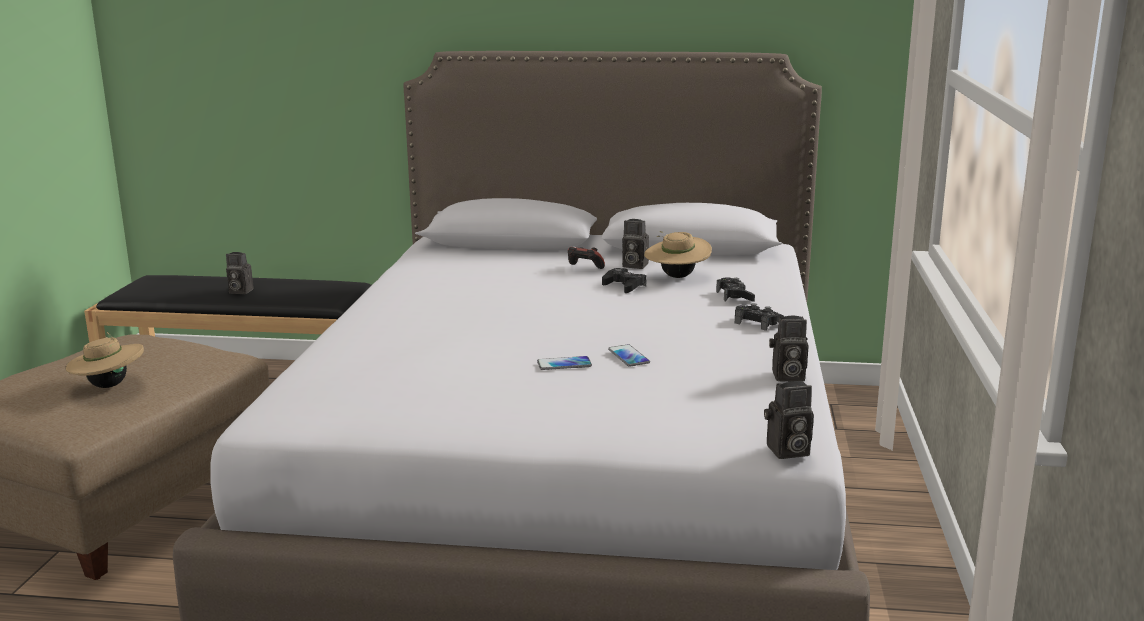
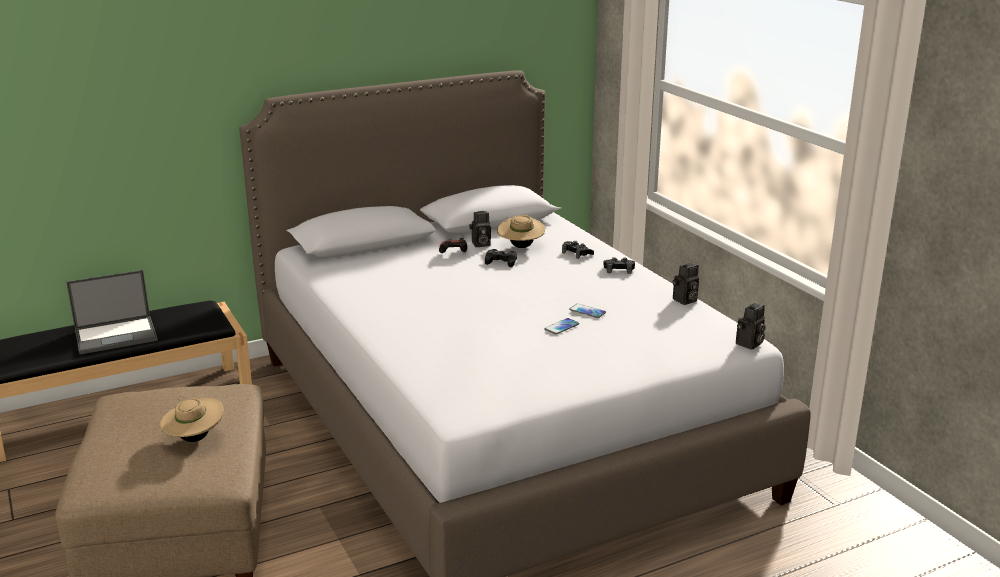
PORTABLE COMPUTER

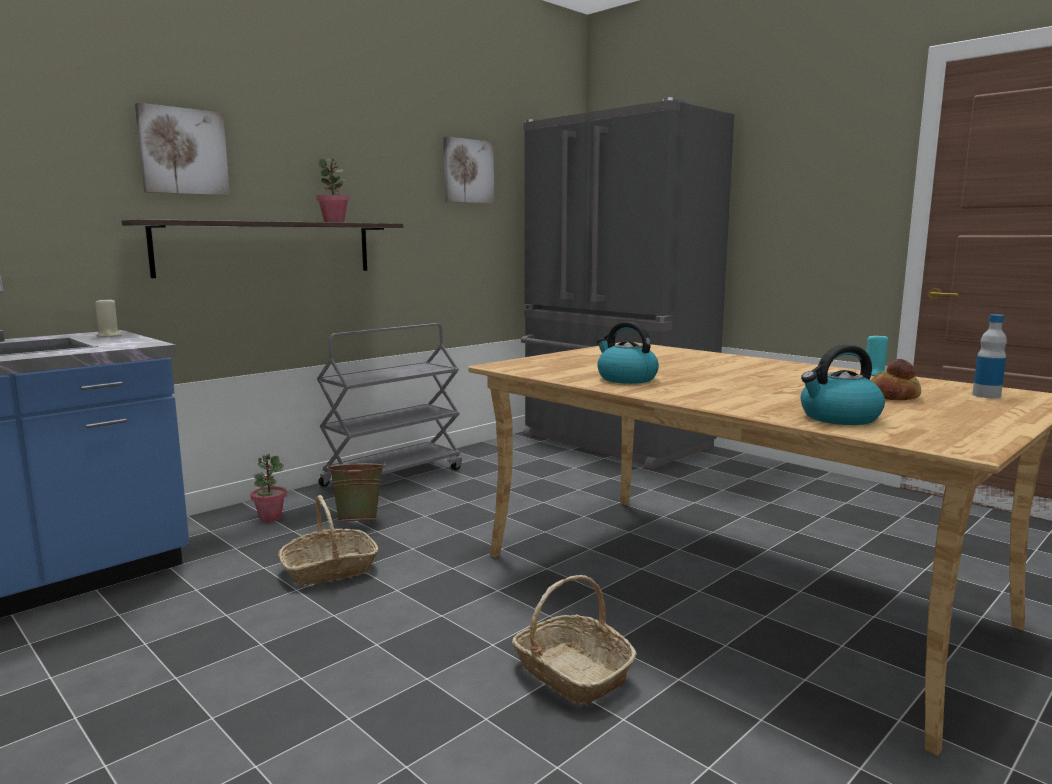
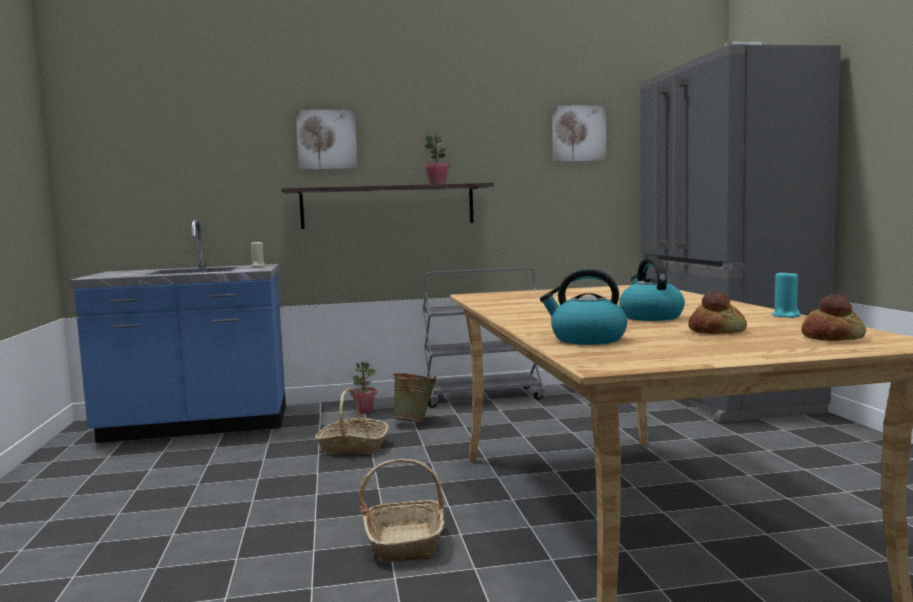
KETTLE (2nd from left)
BREAD (2nd from left)

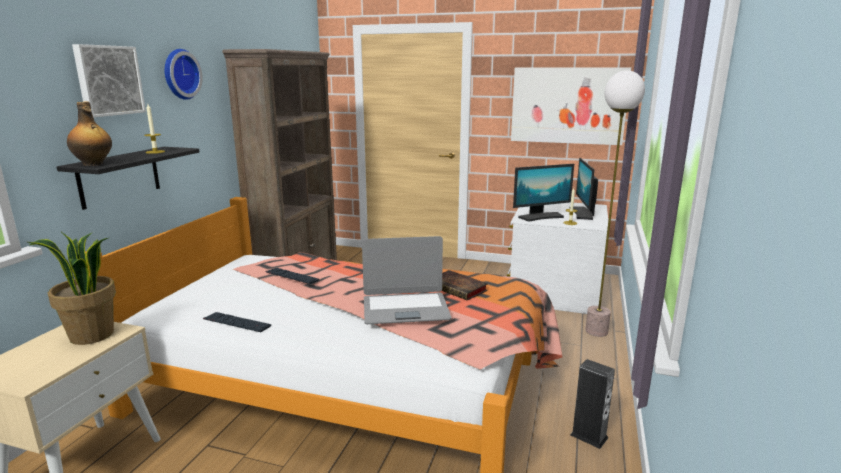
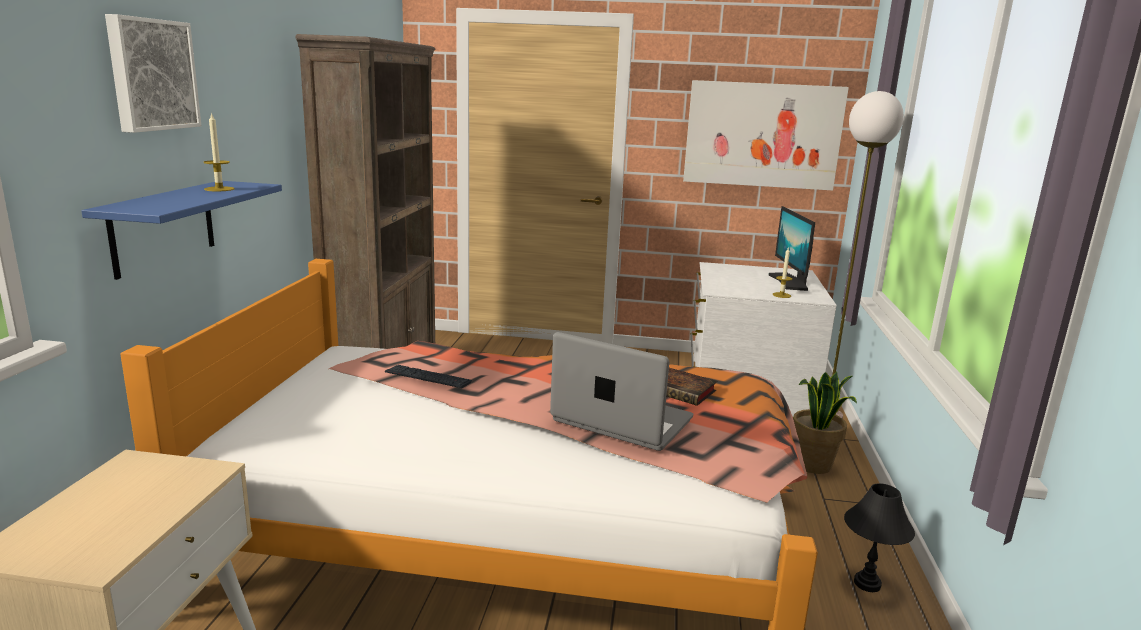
BEVERAGE BOTTLE
CLOCK ON THE WALL
KEYBOARD (1st from left in the first image)
COMPUTER DISPLAY (1st from left in the first image)
POTTED PLANT
BLACK-COLOURED TABLE LAMP
BLUE-COLOURED SHELF
PORTABLE COMPUTER

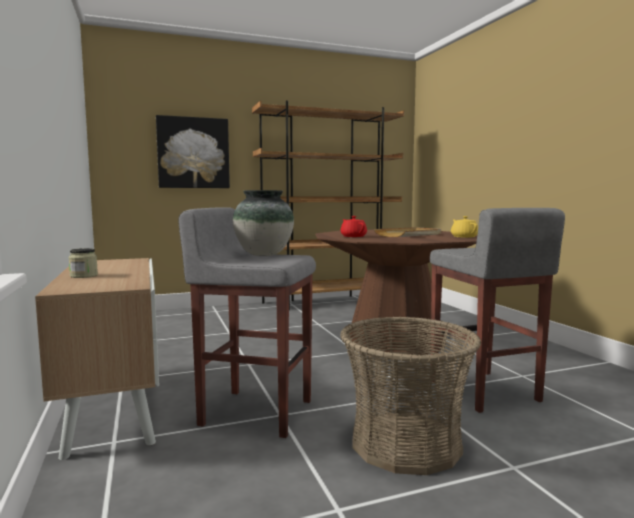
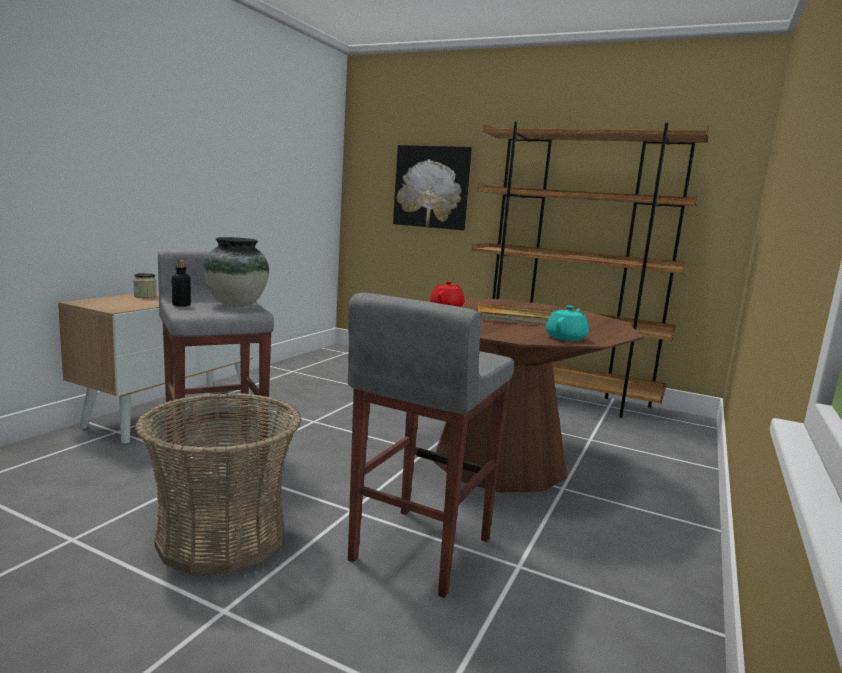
BEVERAGE BOTTLE
TURQUOISE-COLOURED TEAPOT

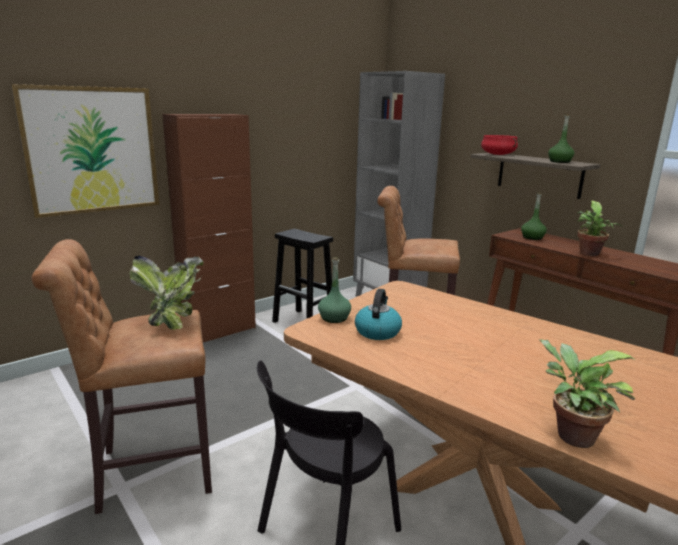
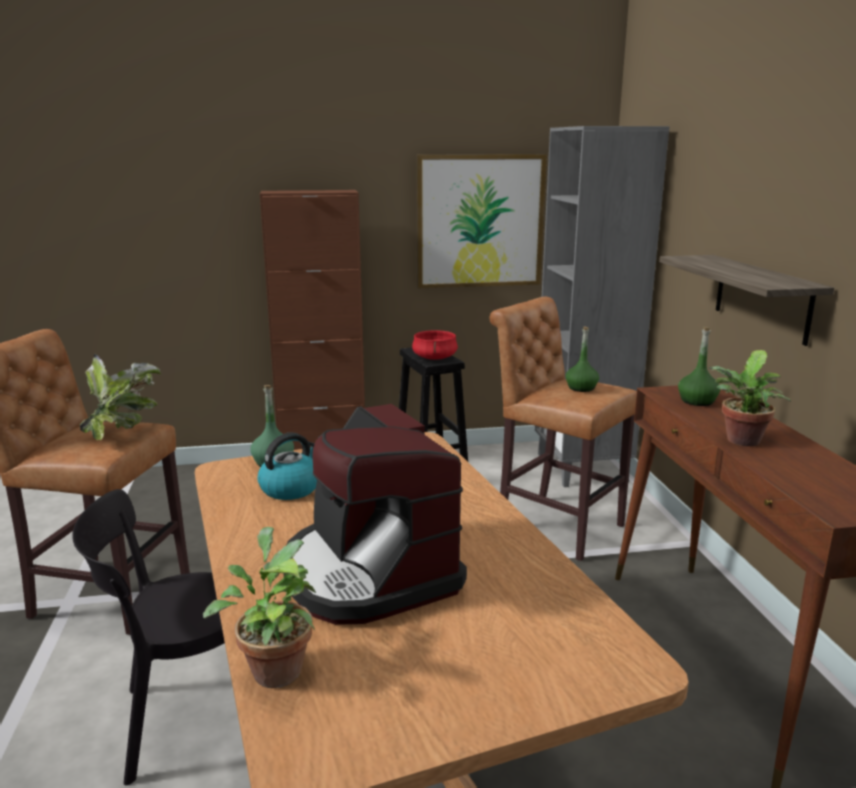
COFFEE MACHINE
WALL ART
REDDISH SAUCEPOT
GREEN BEVERAGE BOTTLE (2nd from left)

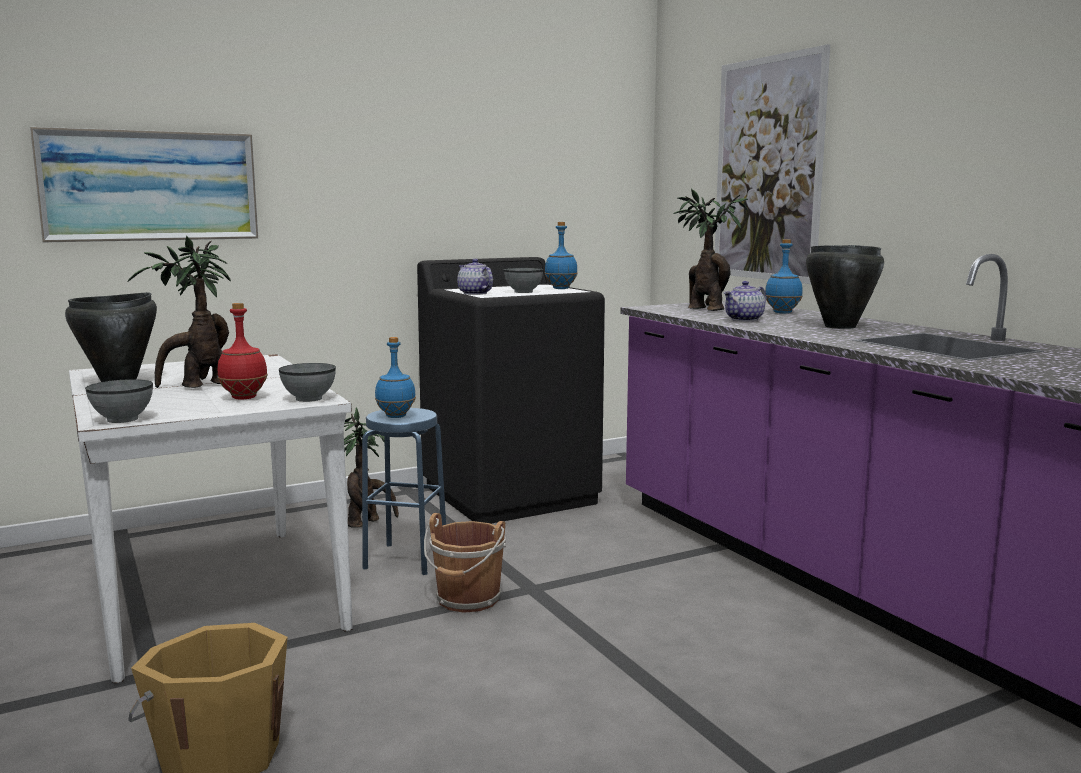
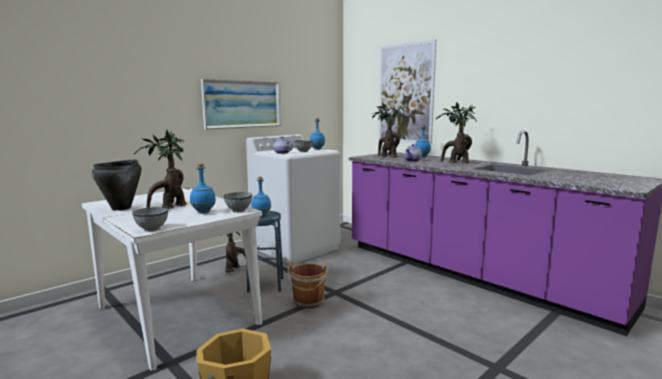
WALL ART (1st from left)
POTTED PLANT (4th from left)
BLUE-COLOURED BEVERAGE BOTTLE (1st from left)
WHITISH WASHING MACHINE

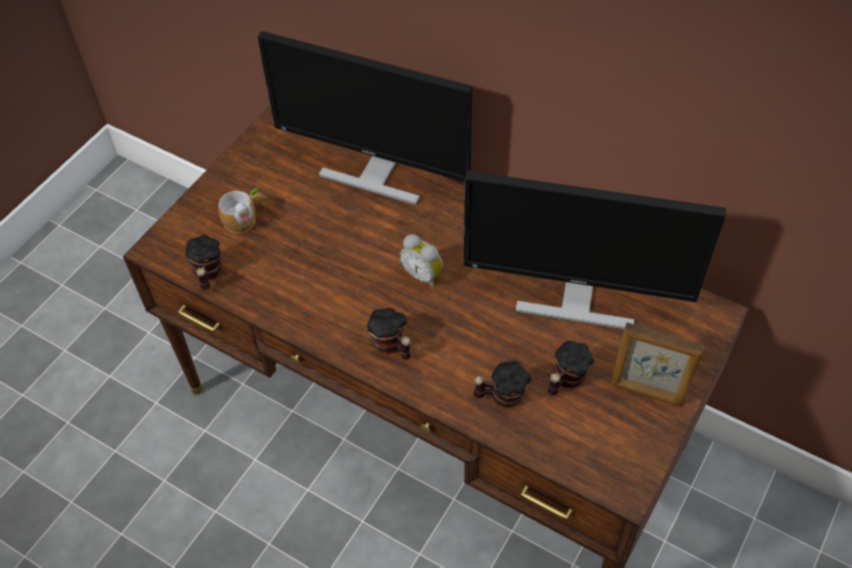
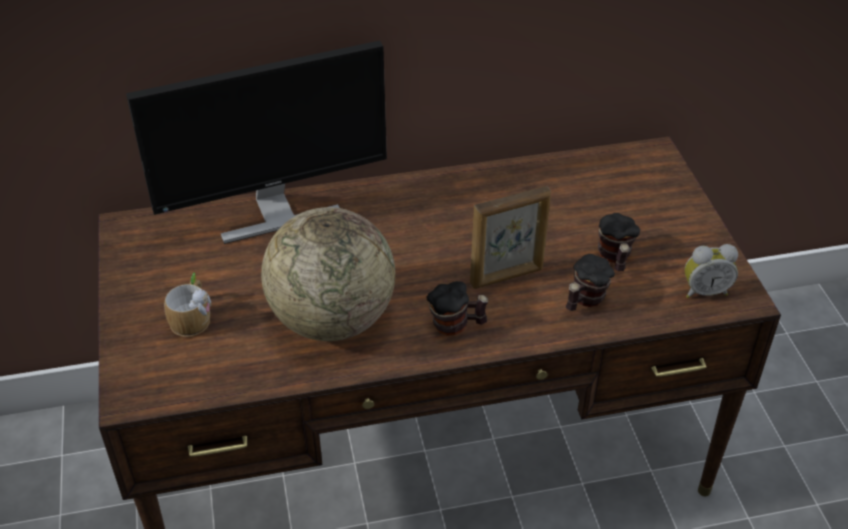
MUG (1st from left in the first image)
COMPUTER DISPLAY (2nd from left in the first image)
WORLD GLOBE
ALARM CLOCK
PHOTO FRAME

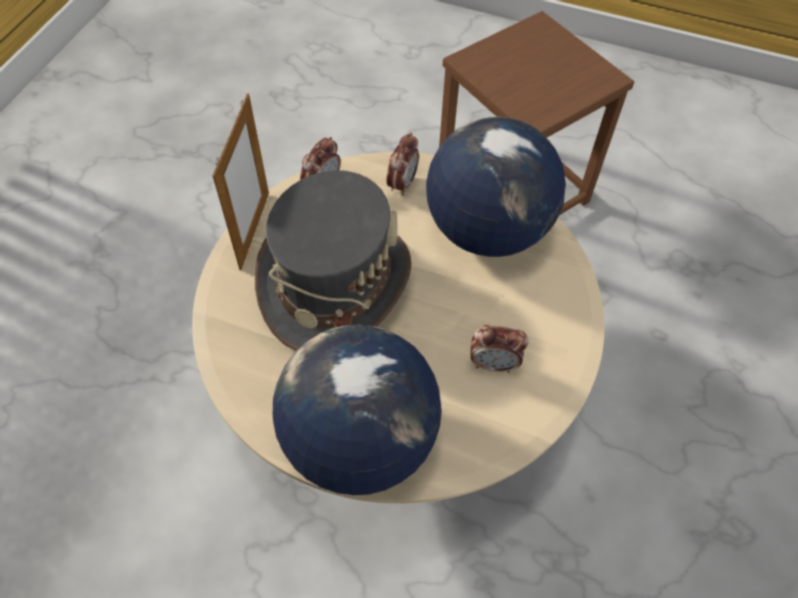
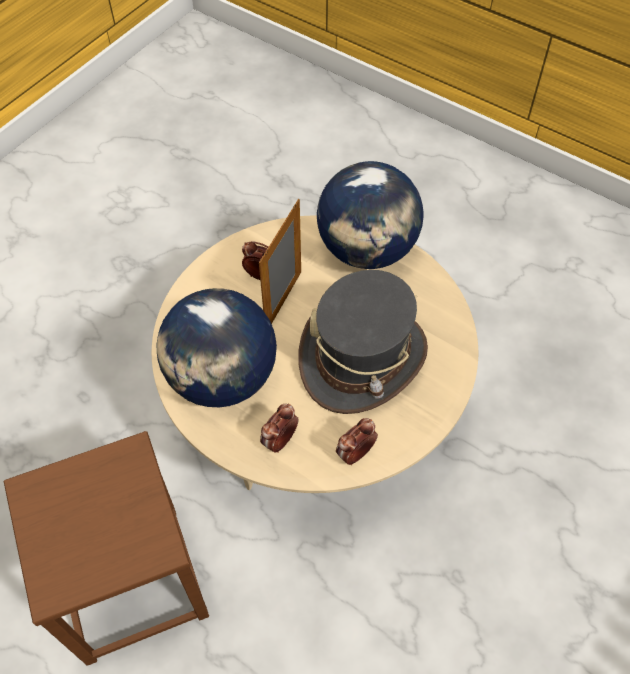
PHOTO FRAME

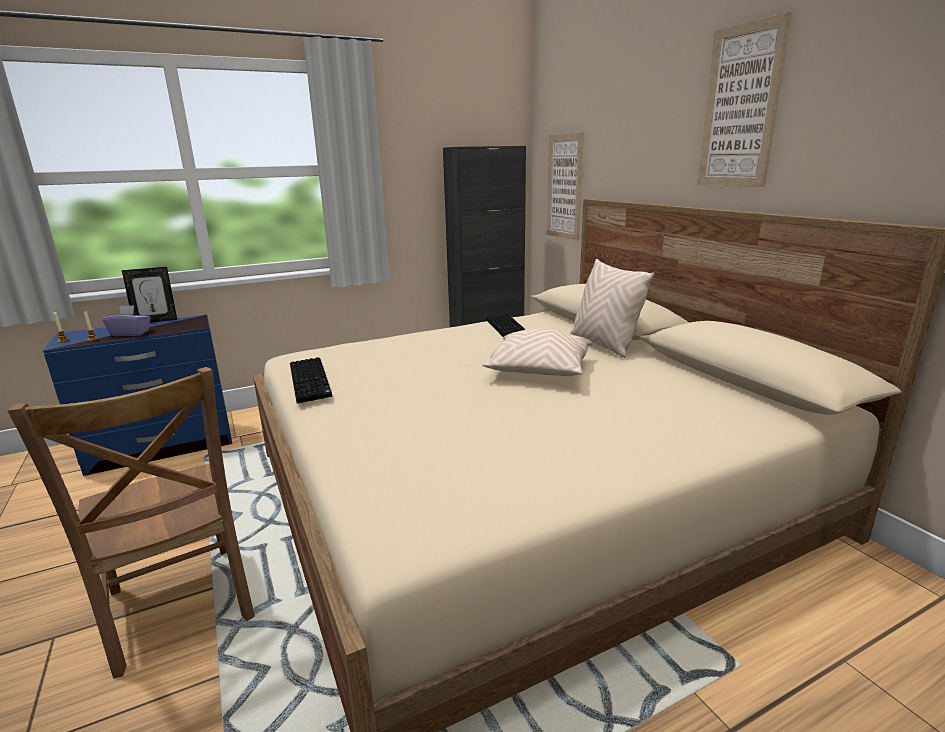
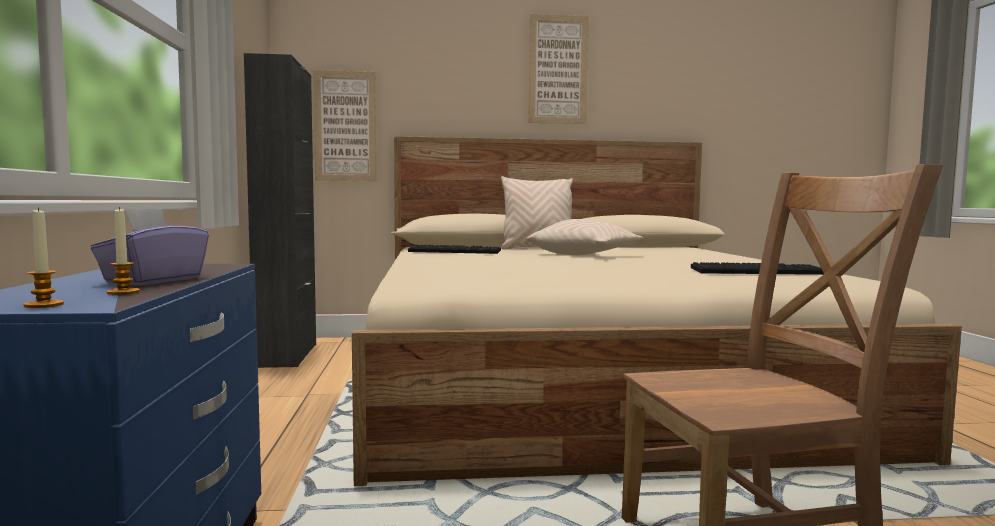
PHOTO FRAME
KEYBOARD (2nd from left)

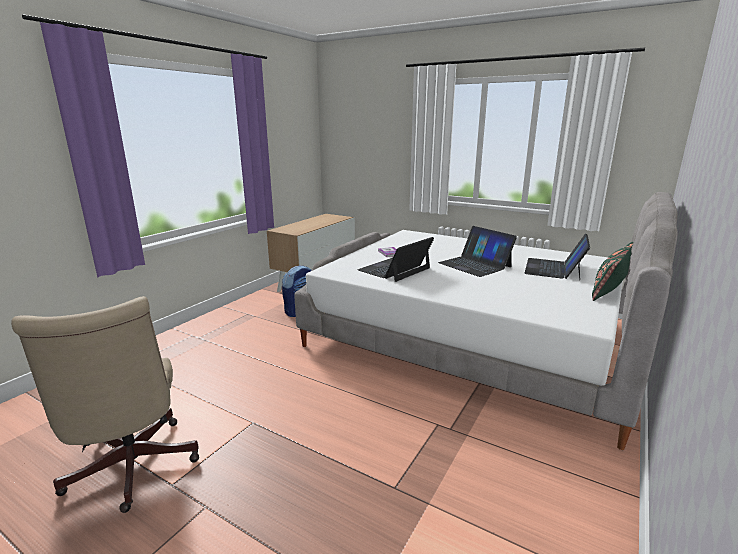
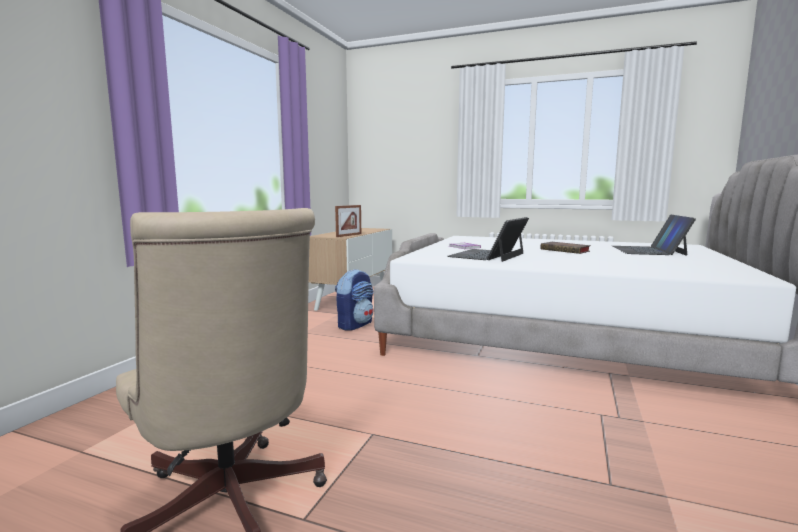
GREEN PILLOW
PHOTO FRAME
VOLUME (2nd from left)

